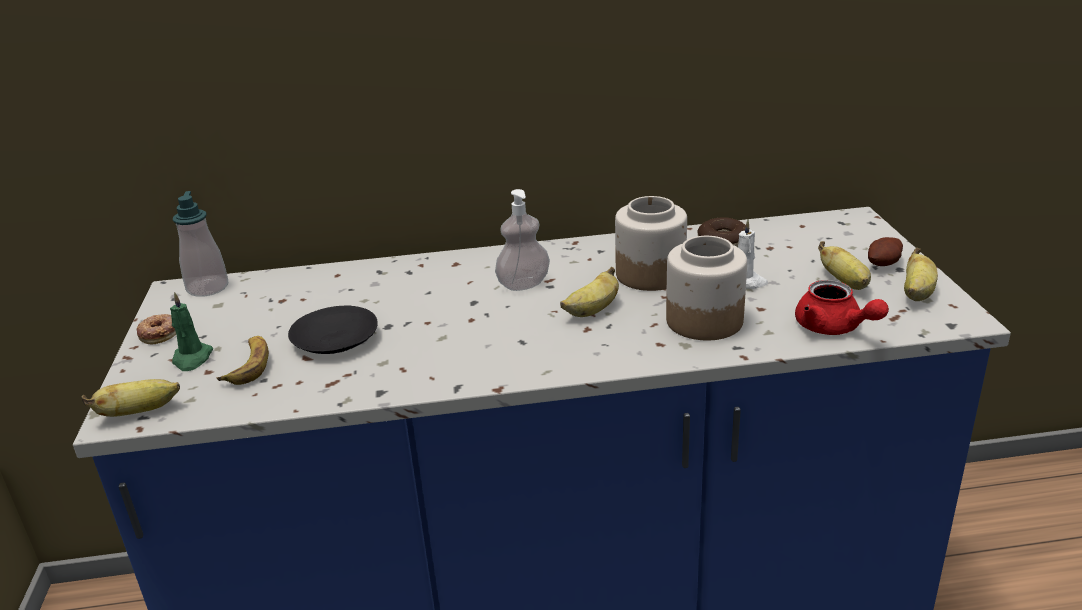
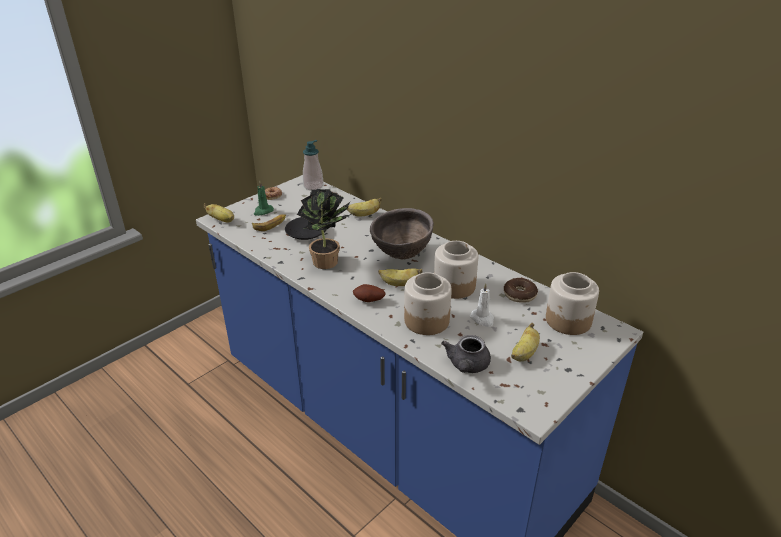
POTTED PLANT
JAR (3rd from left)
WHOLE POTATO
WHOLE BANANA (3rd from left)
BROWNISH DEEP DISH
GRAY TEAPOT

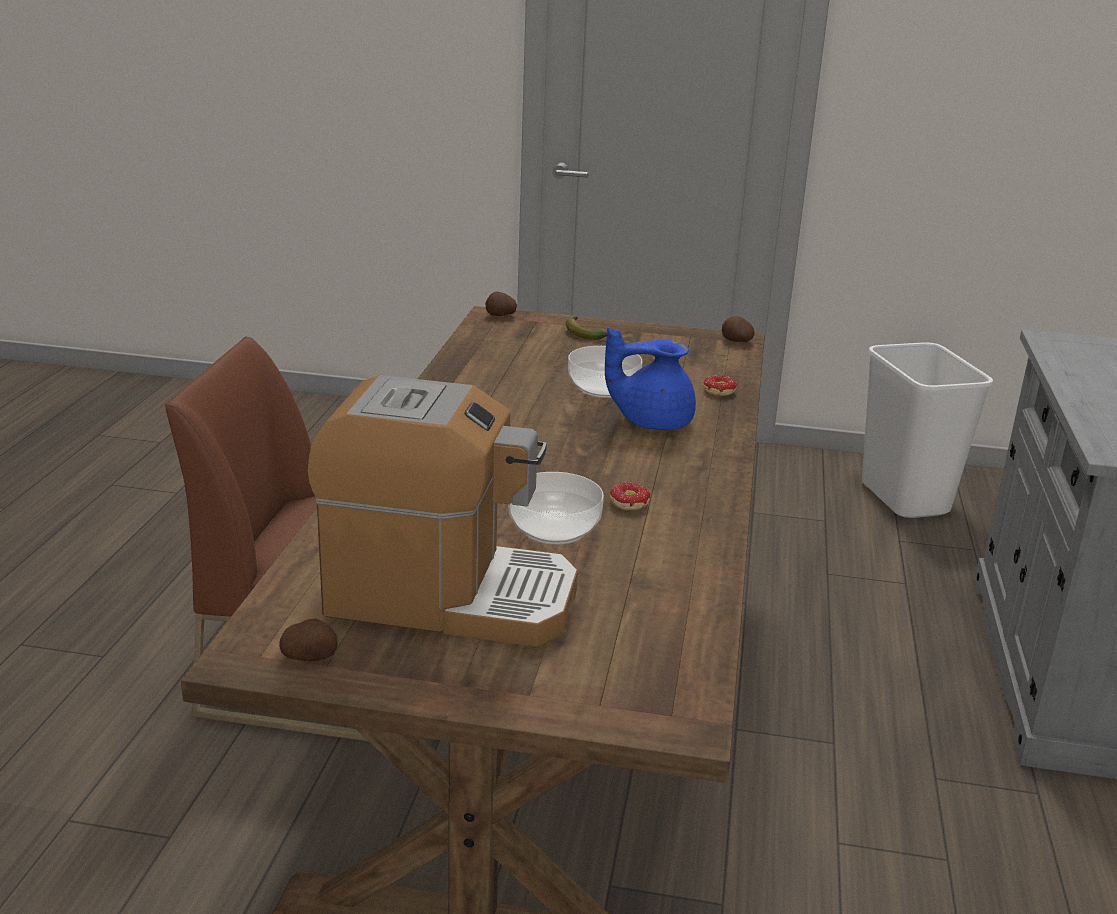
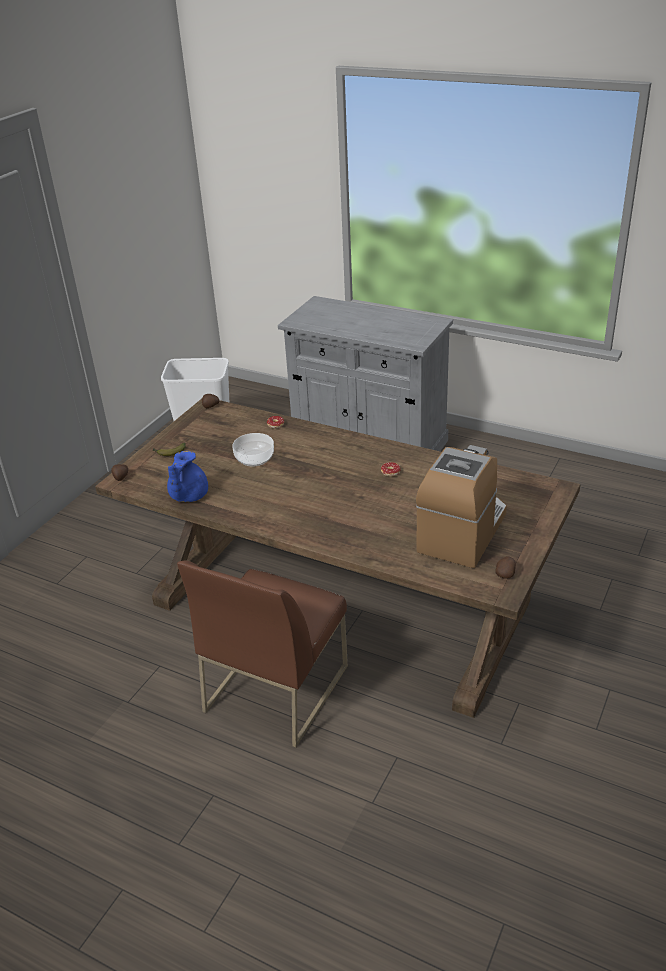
DEEP DISH (1st from left in the first image)
BLUE-COLOURED TEAPOT

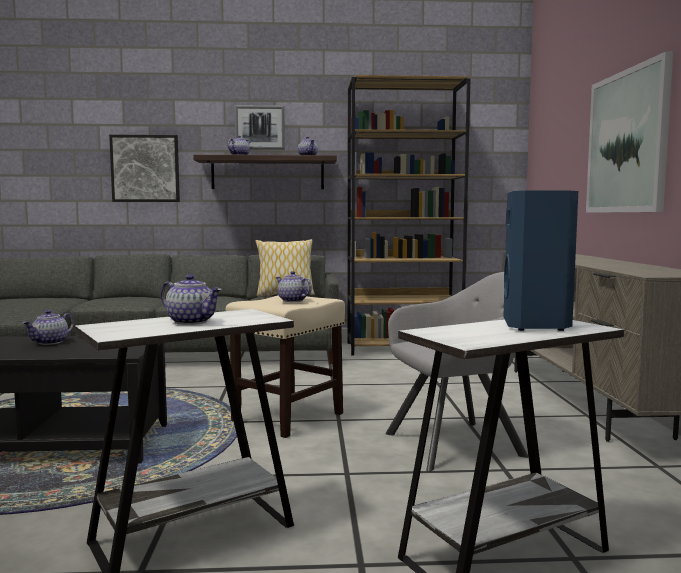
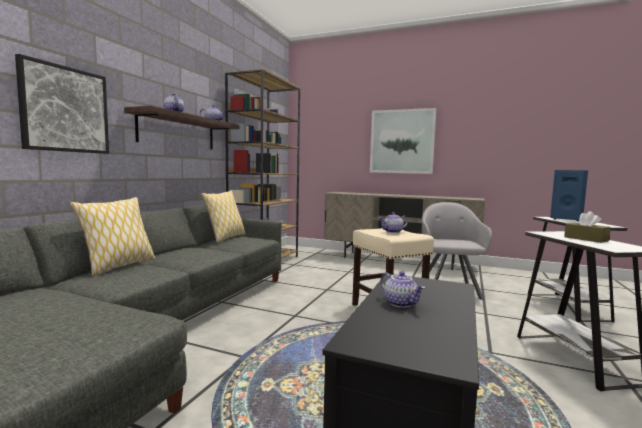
WALL ART (2nd from left in the first image)
PILLOW (1st from left)
BROWNISH BOX OF TISSUES

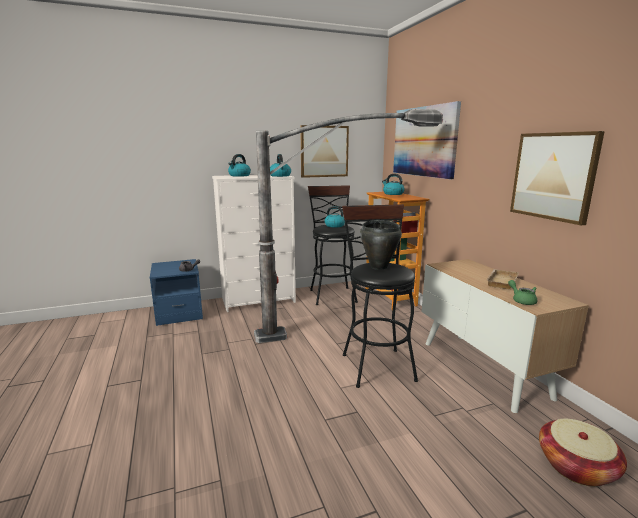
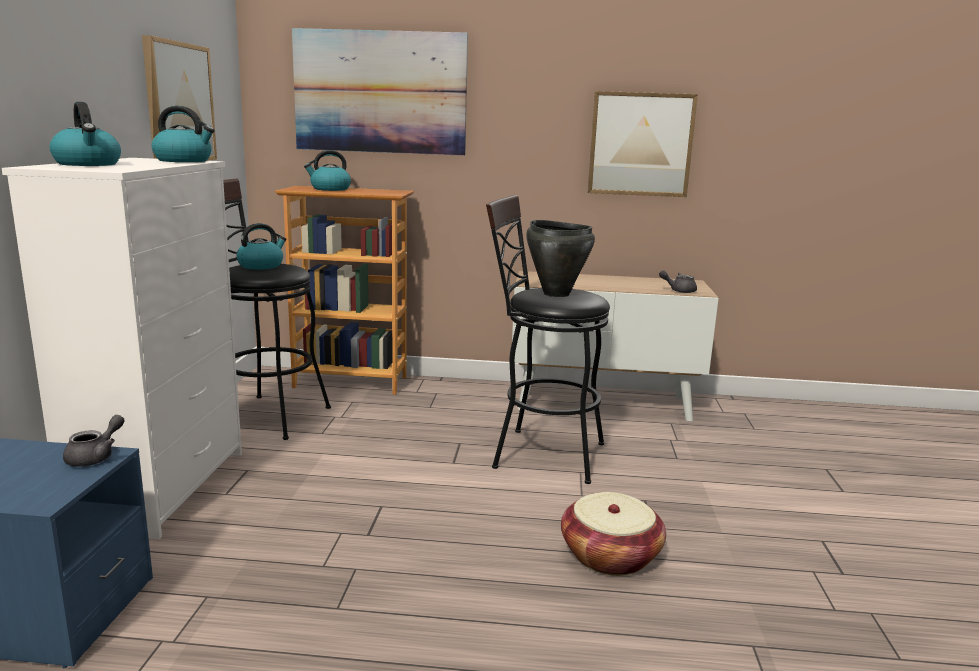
FLOOR LAMP
SAND-COLOURED CARRYING TRAY
STORAGE BASKET
GRAY TEAPOT (2nd from left)

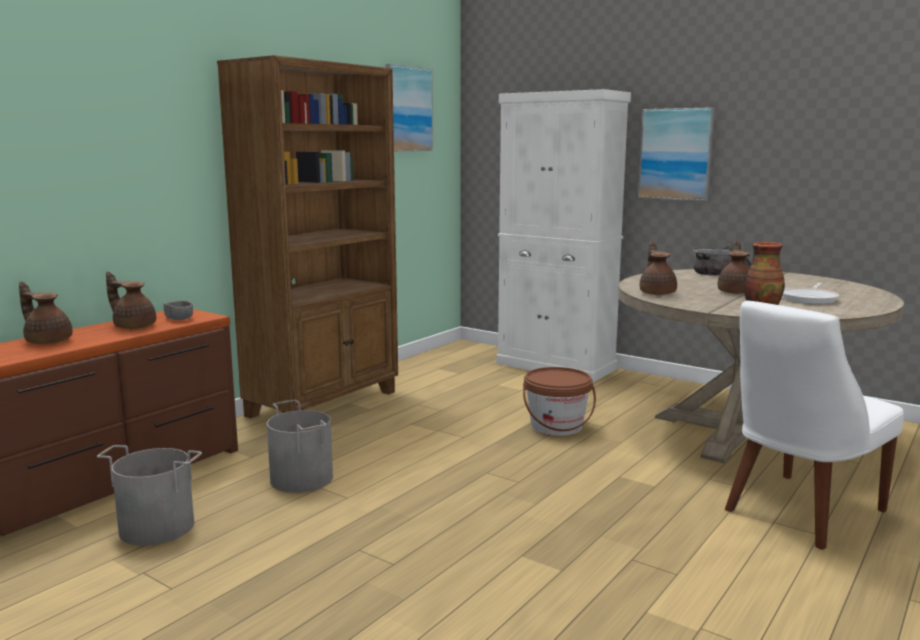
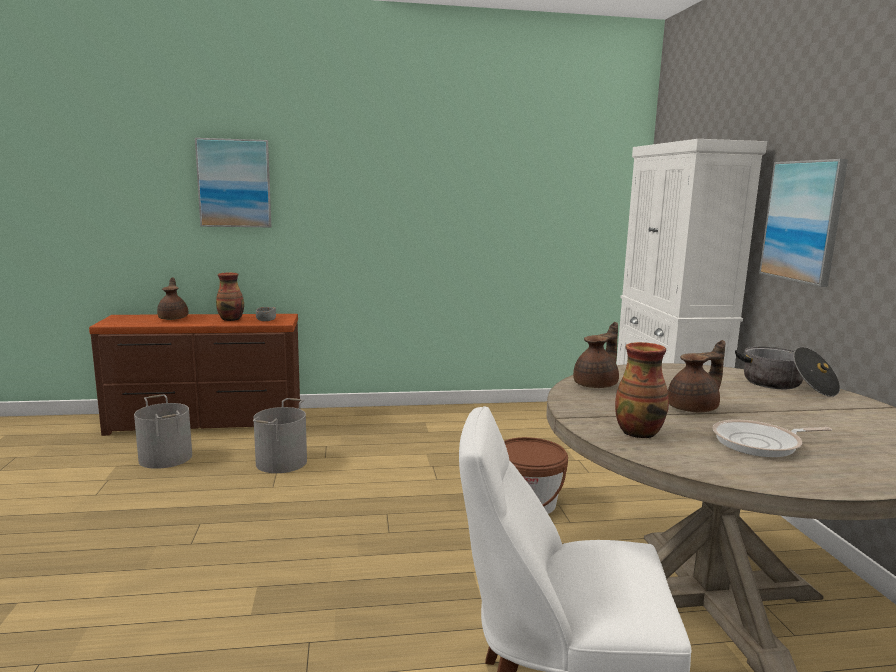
BROWNISH BOOKSHELF
WALL ART (1st from left)
VASE (1st from left)

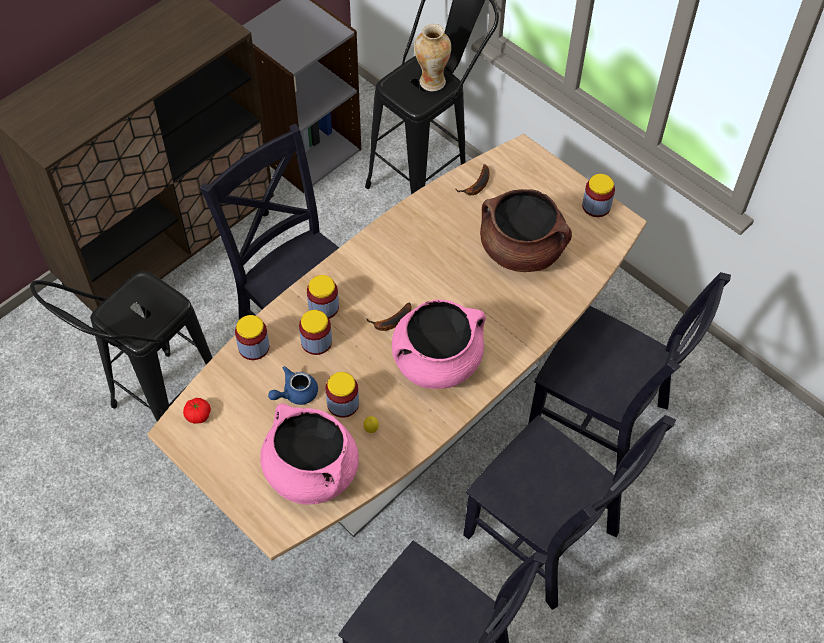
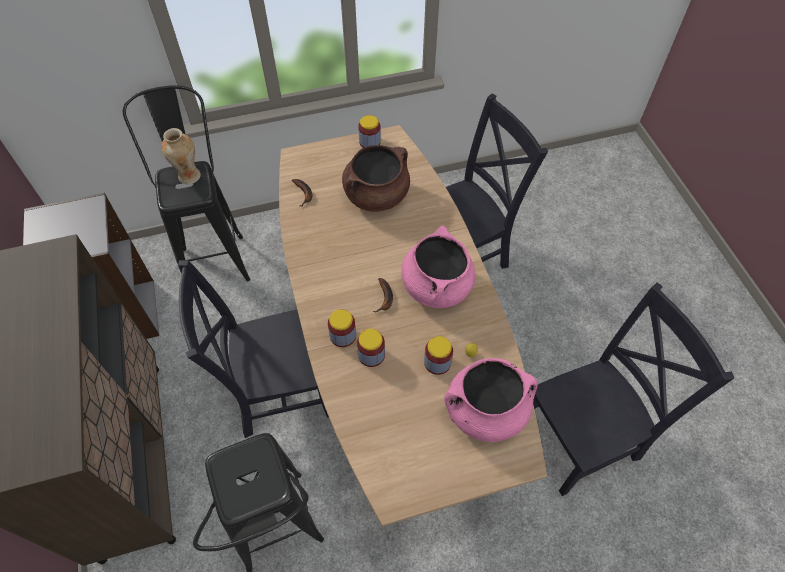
TOMATO
JAR (1st from left in the first image)
BLUE-COLOURED TEAPOT
BLACK-COLOURED UPRIGHT CHAIR (3rd from left in the first image)

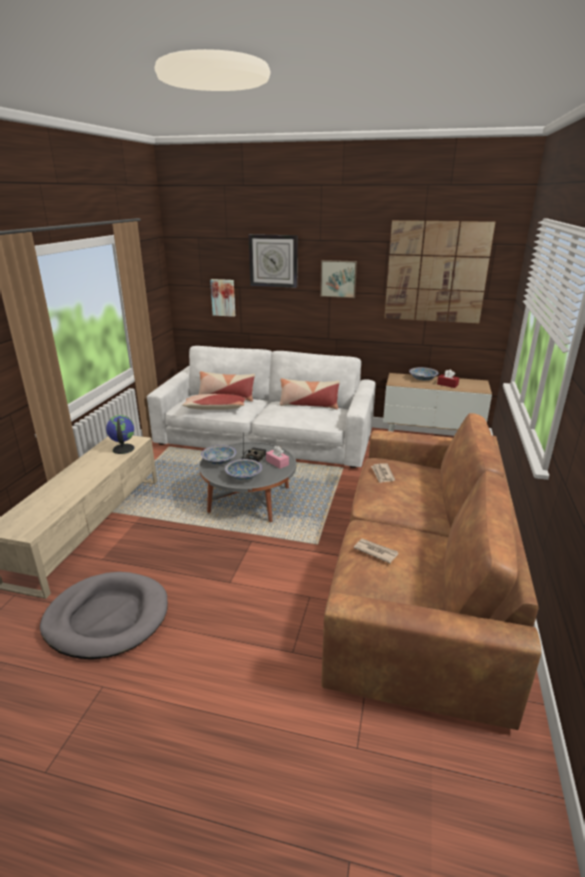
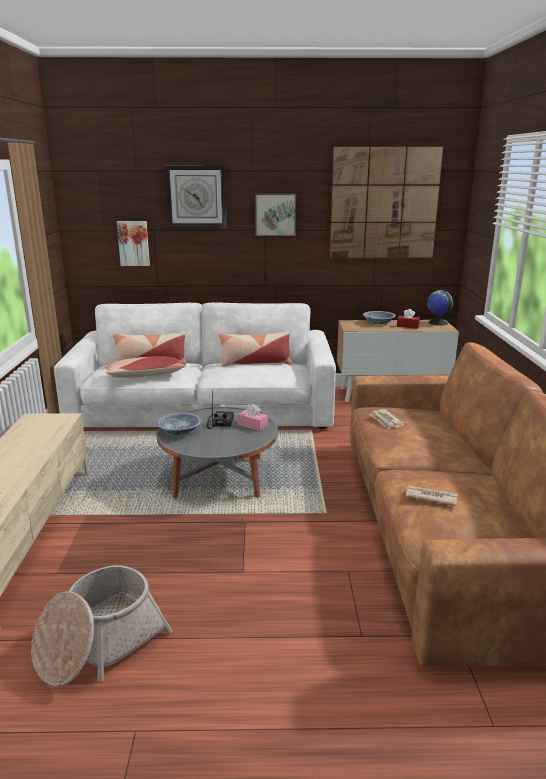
DEEP DISH (2nd from left in the first image)
WORLD GLOBE
STORAGE BASKET

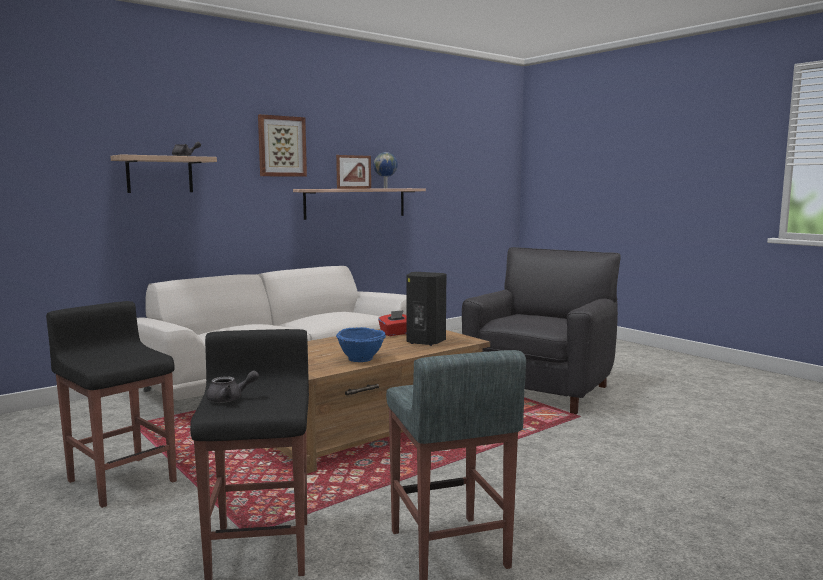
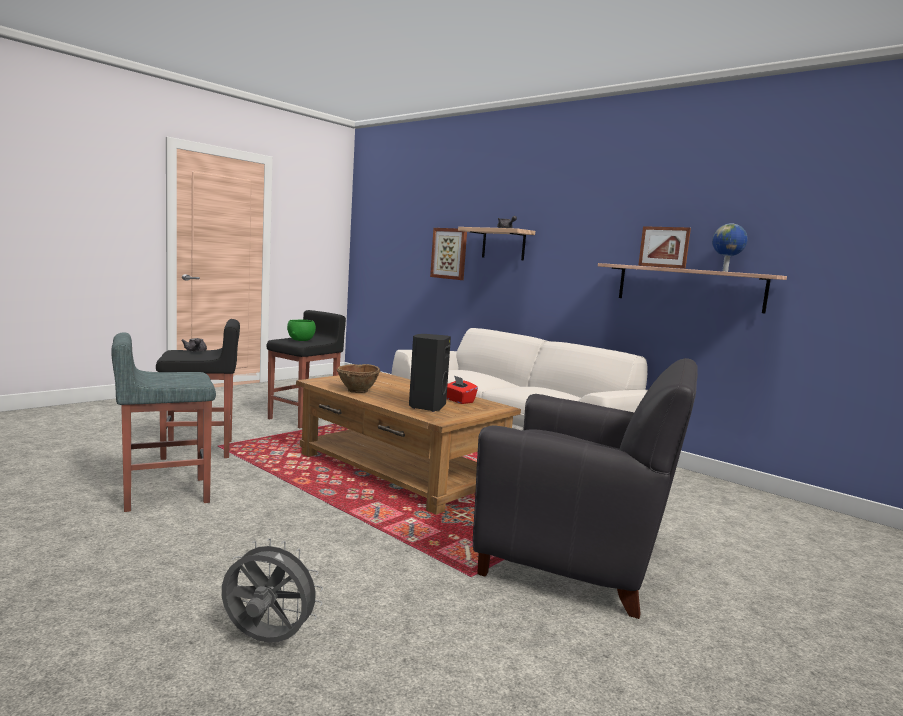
GRAY COOLING FAN
GREEN DEEP DISH
WALL ART
BROWNISH DEEP DISH

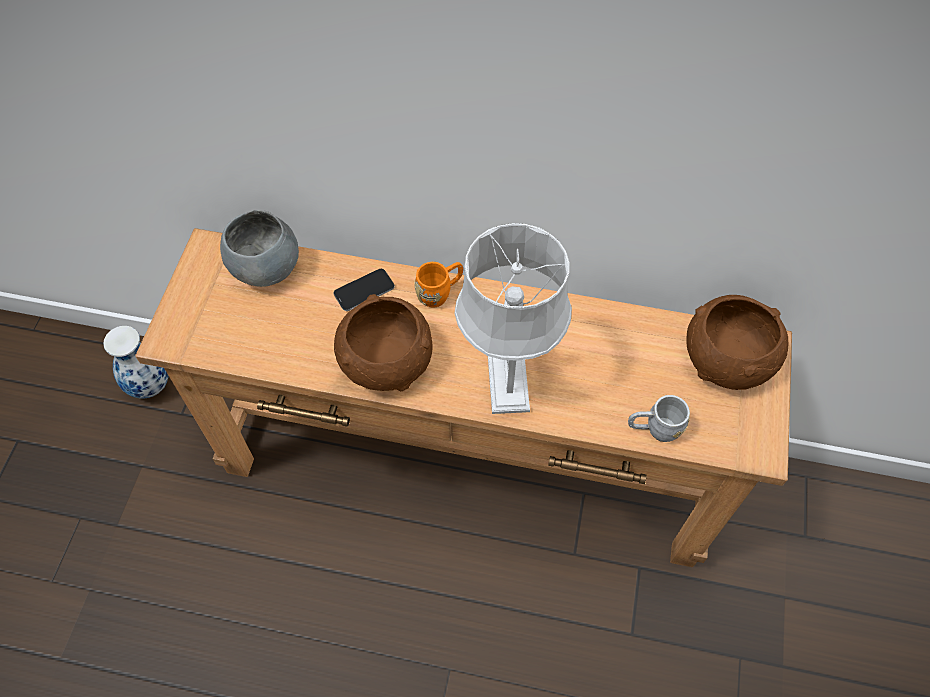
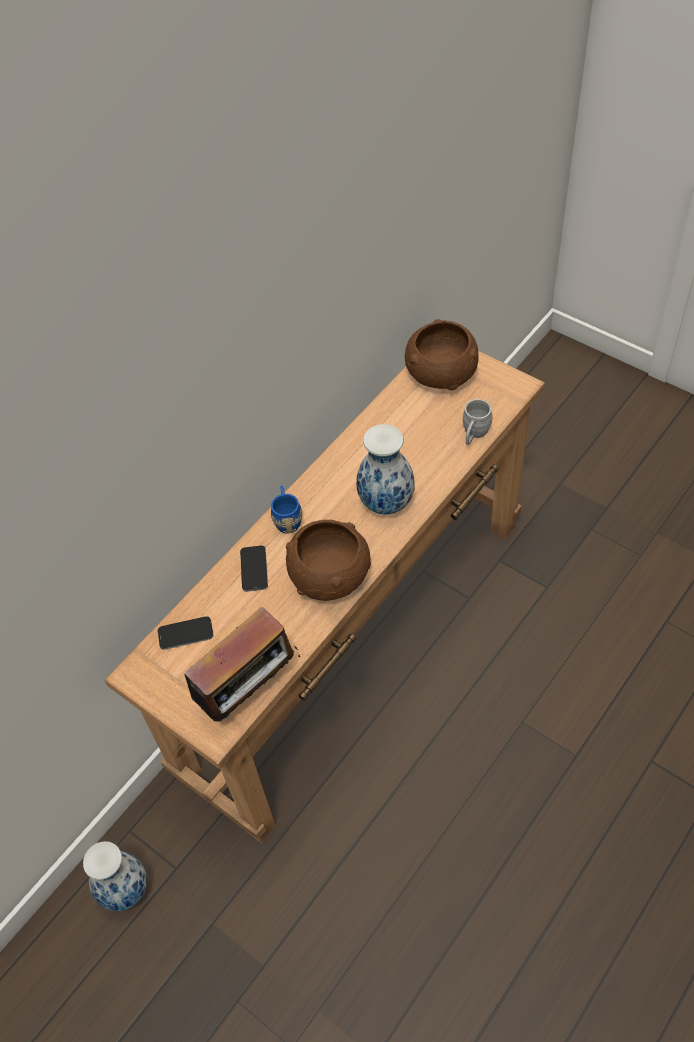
RADIO
PHONE (1st from left)
VASE (2nd from left)
BLUE-COLOURED MUG

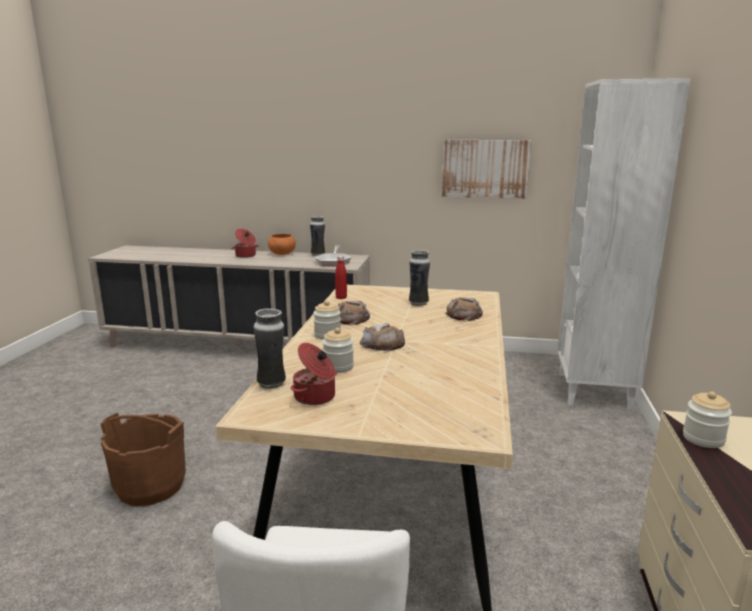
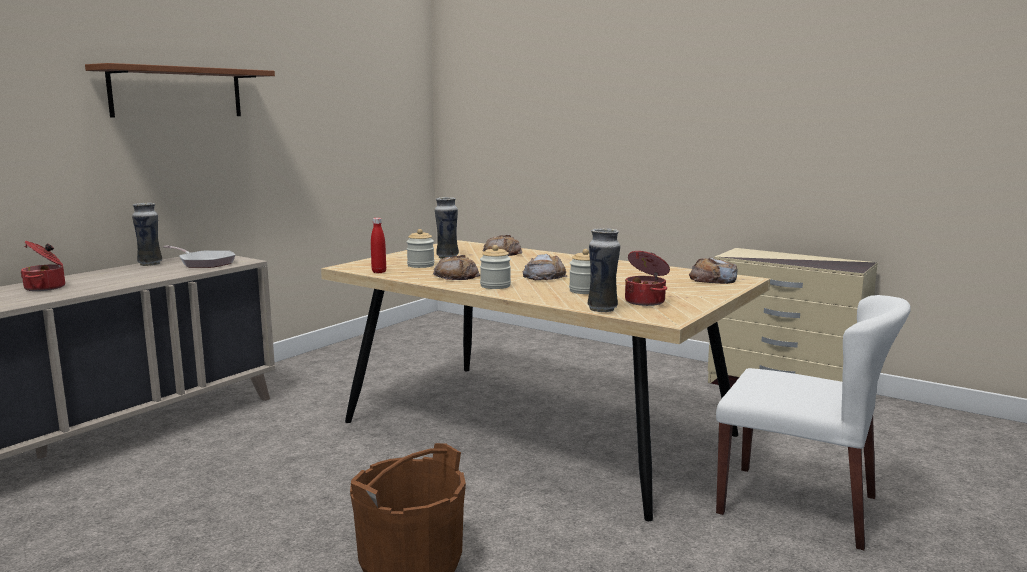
ORANGE-COLOURED DEEP DISH
WALL ART
WHITISH BOOKSHELF
BROWNISH SHELF
BREAD (4th from left)
JAR (1st from left)

